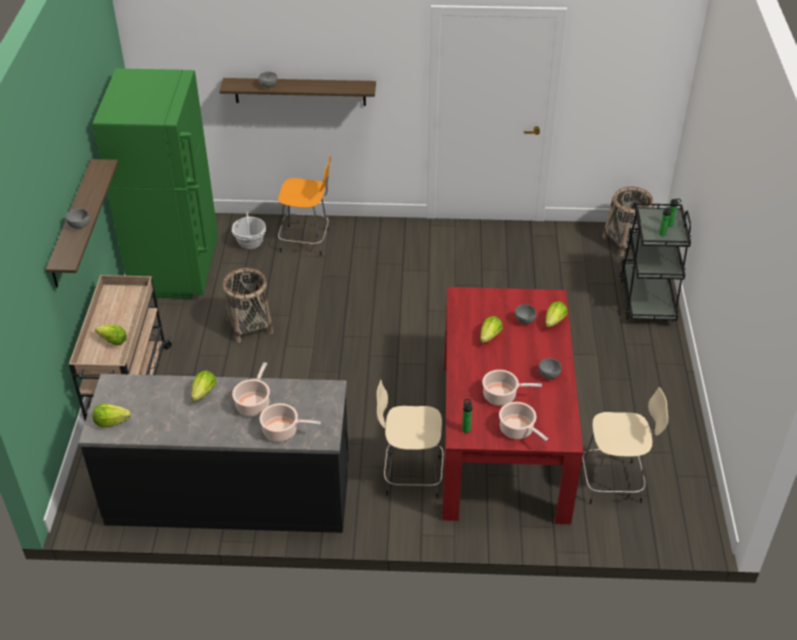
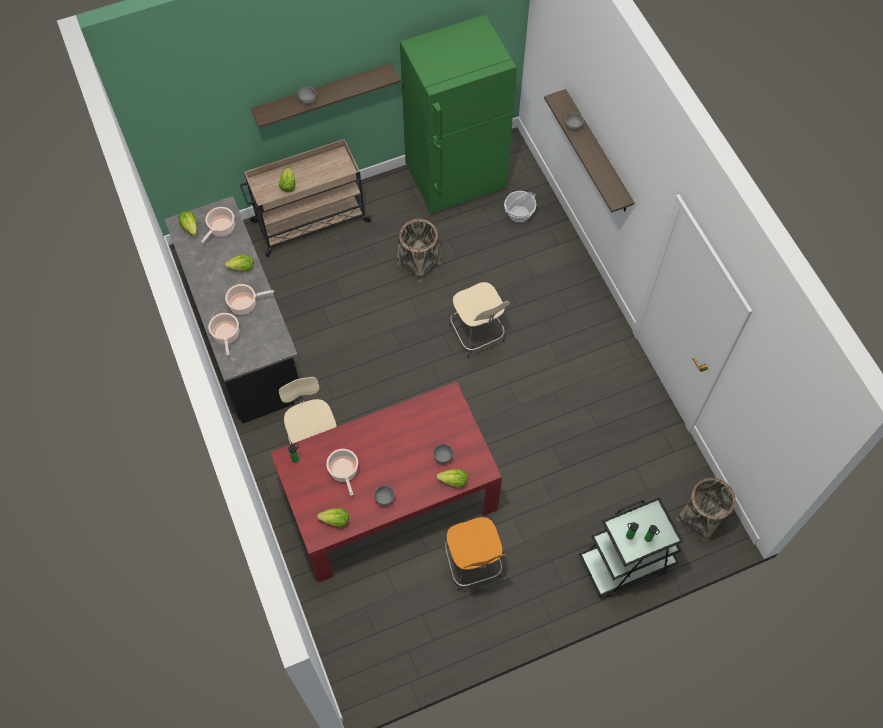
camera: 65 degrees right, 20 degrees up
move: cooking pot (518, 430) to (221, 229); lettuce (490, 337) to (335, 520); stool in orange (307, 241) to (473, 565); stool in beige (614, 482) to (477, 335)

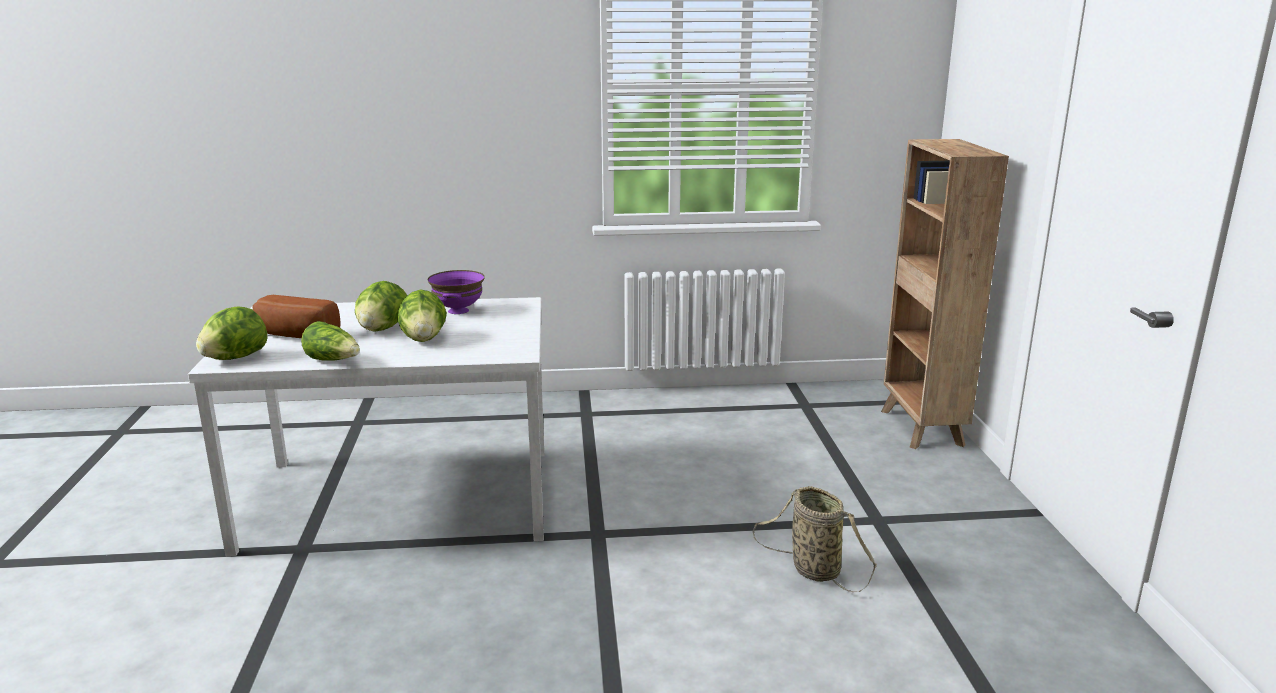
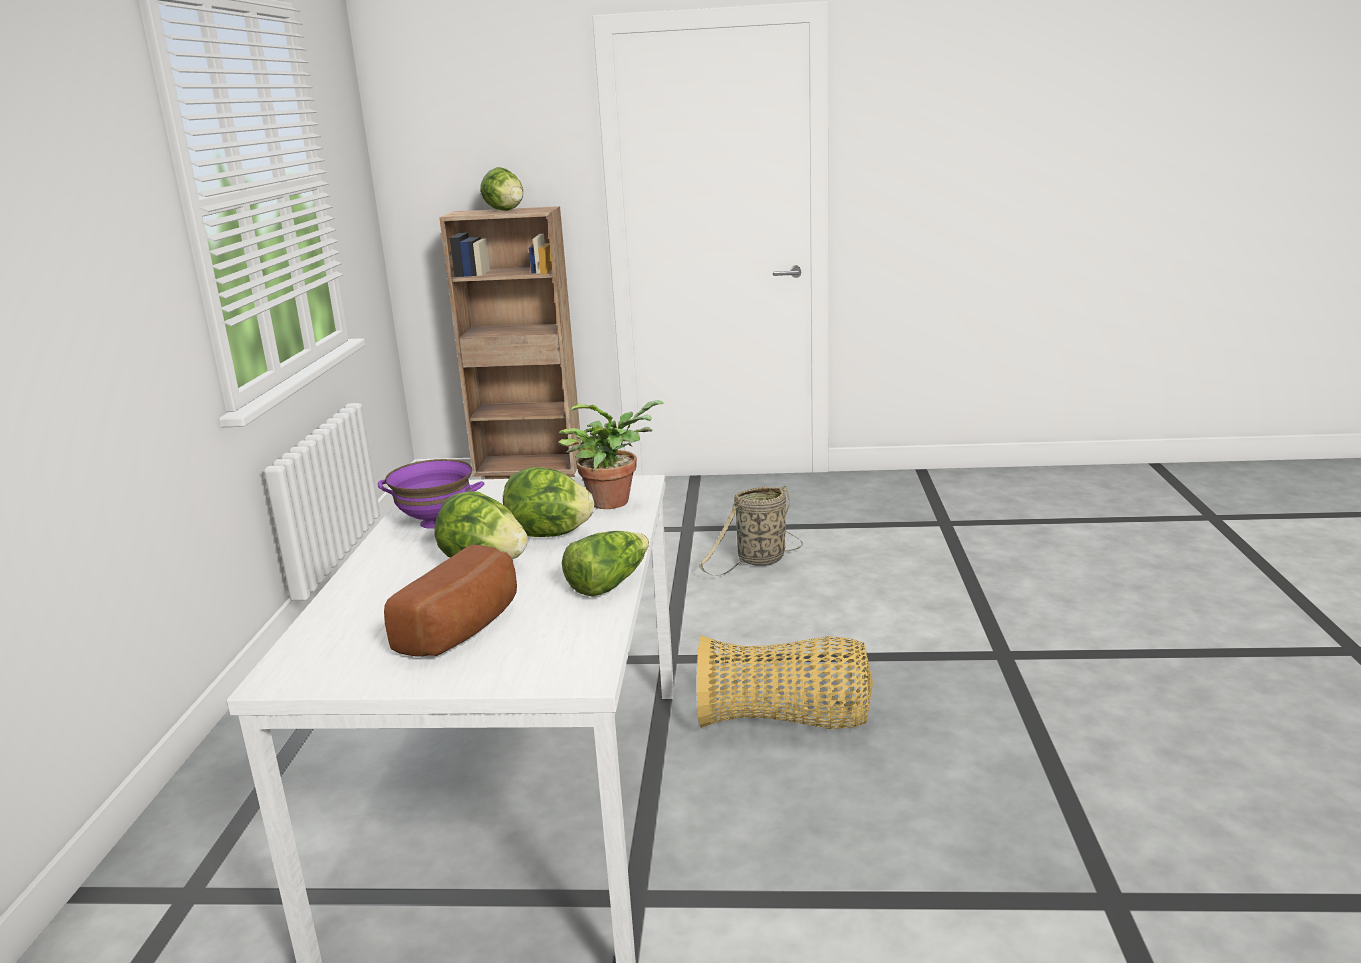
camera: 80 degrees left, 0 degrees up
insert: potted plant (614, 500); basket (785, 721)
move: lettuce (235, 358) to (505, 210)

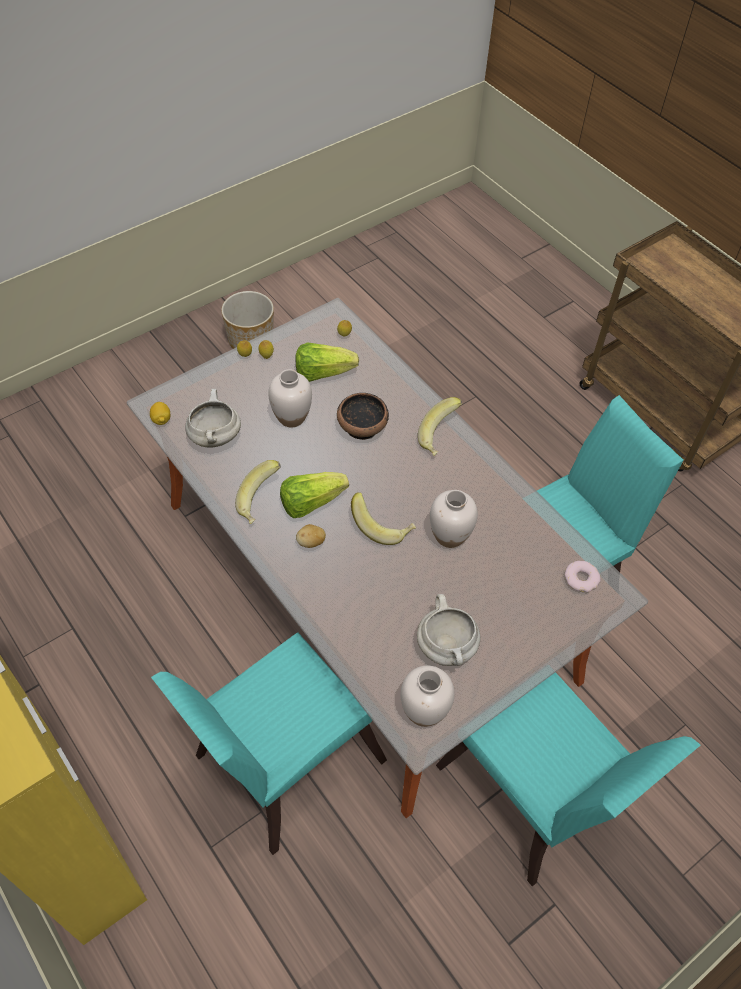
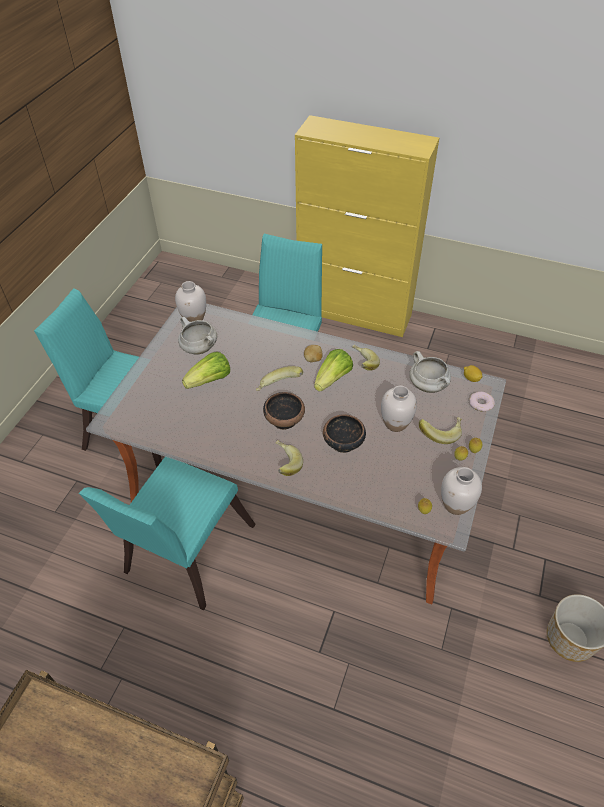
camera: 150 degrees right, 5 degrees down
insert: bowl (284, 419); banana (440, 433)
move: lettuce (322, 373) to (210, 380); vase in white (449, 536) to (456, 505); donut (581, 578) to (481, 403)

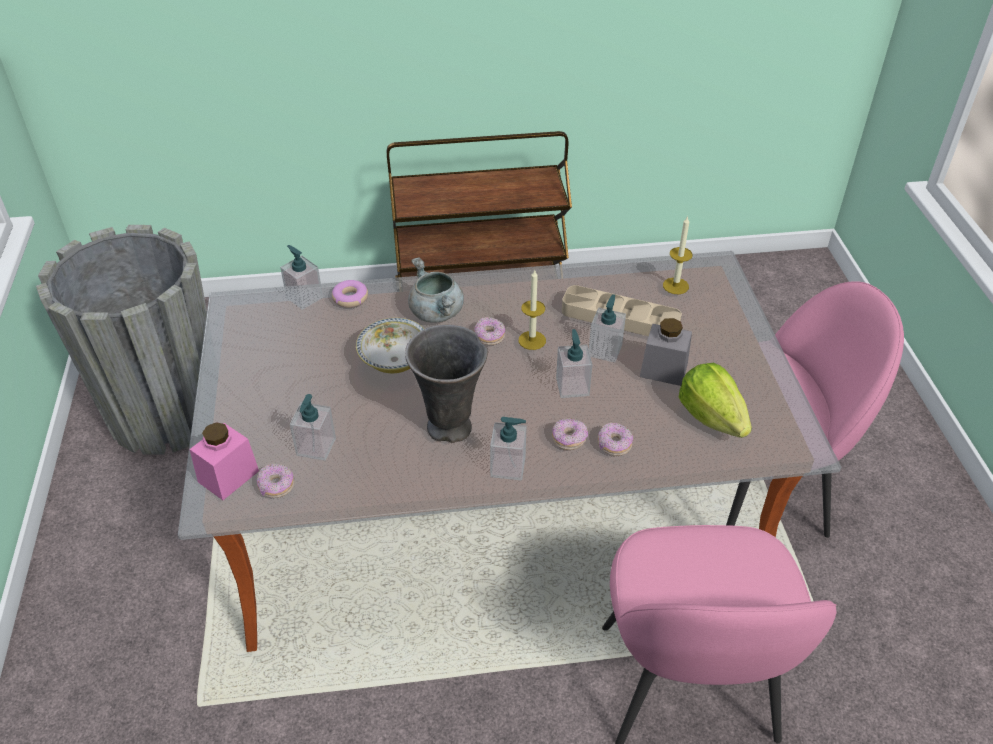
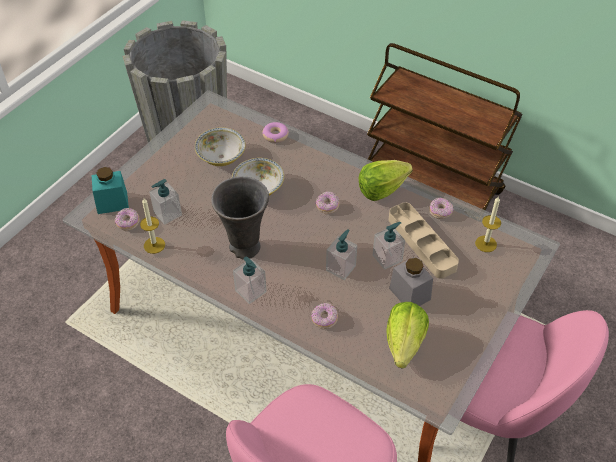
camera: 40 degrees right, 5 degrees up
delete: soap dispenser (304, 297); cooking pot in grey (437, 313)
insert: bowl (221, 157); lettuce (382, 189)
move: candle (532, 340) to (154, 245); donut (569, 439) to (440, 212)
recolor: jar in pink (228, 476) to jar in turquoise (112, 203)

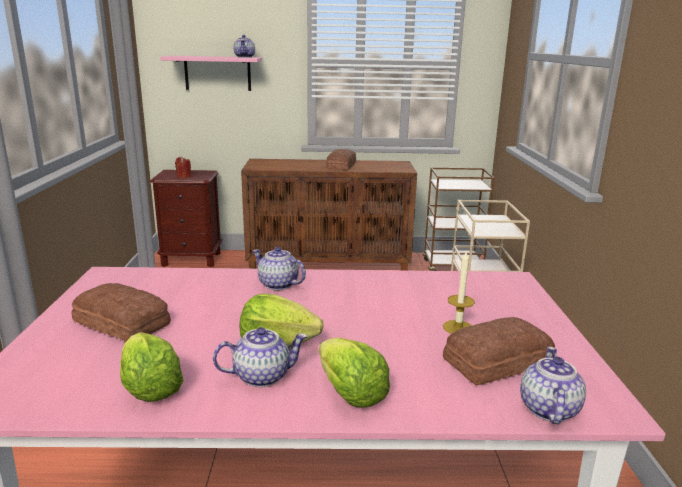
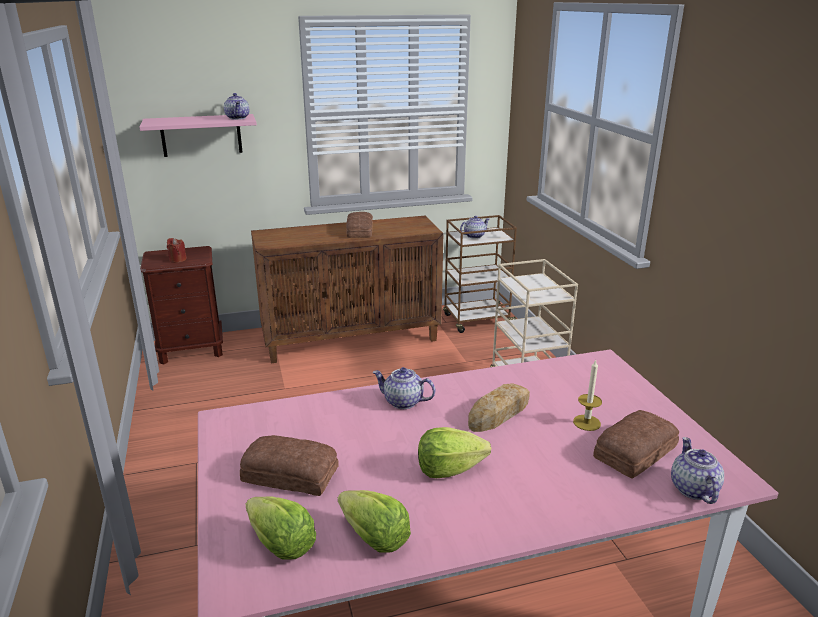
camera: 15 degrees left, 5 degrees up
insert: bread (500, 413)
move: lettuce (350, 393) to (280, 544); teapot (262, 376) to (474, 236)

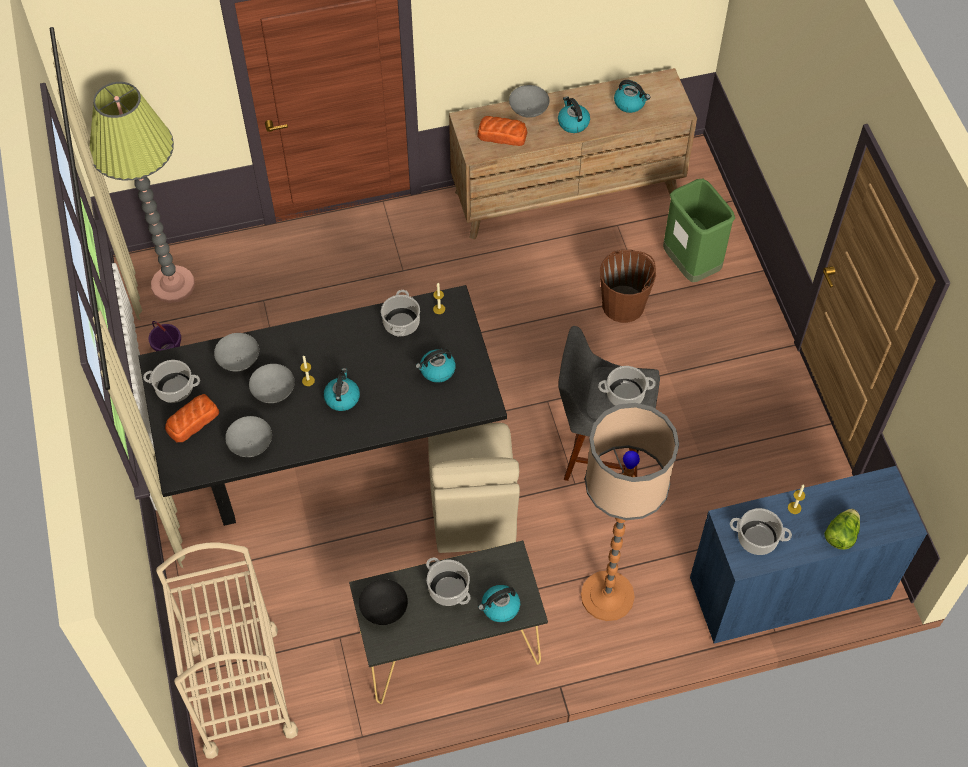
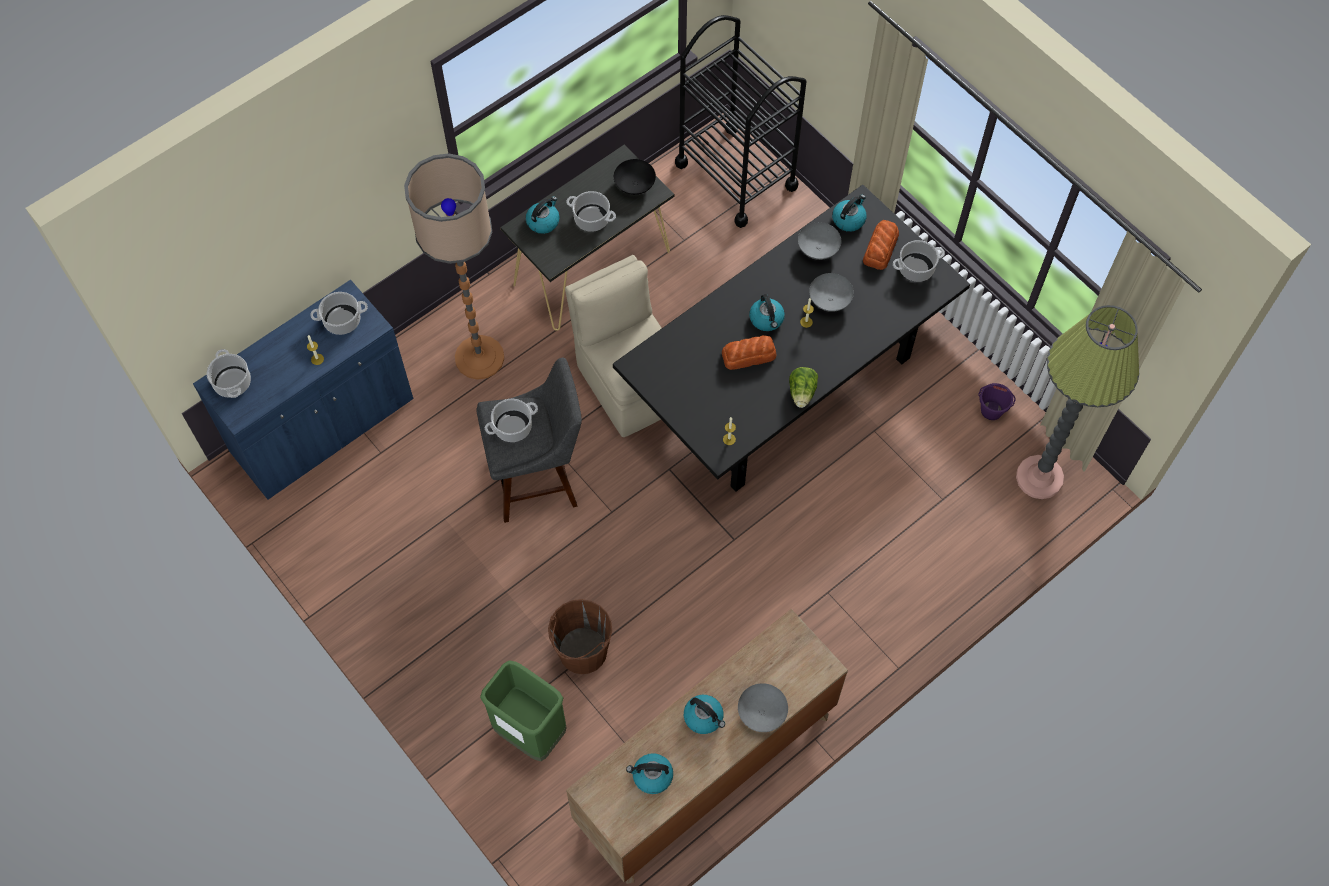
camera: 155 degrees right, 5 degrees up
delete: bowl in grey (238, 361)
move: cooking pot (401, 323) to (232, 382); bread (501, 134) to (749, 355); lettuce (841, 535) to (802, 393); kettle (437, 370) to (848, 219)
recolor: cart in beige (241, 690) to cart in black (736, 175)

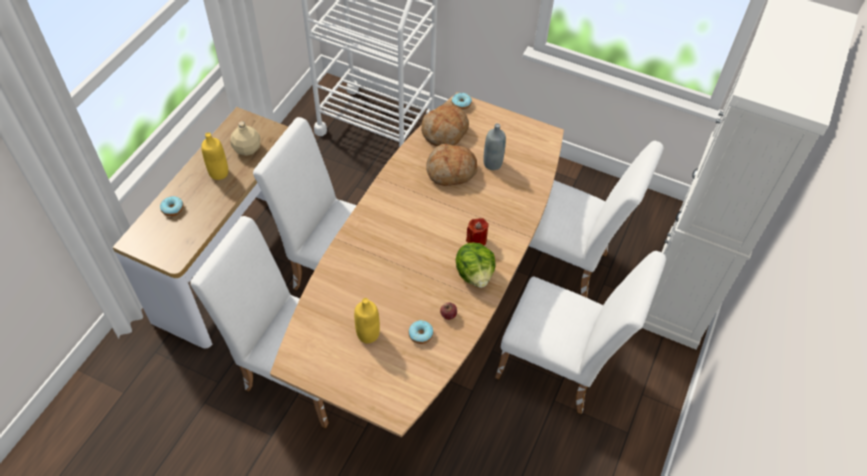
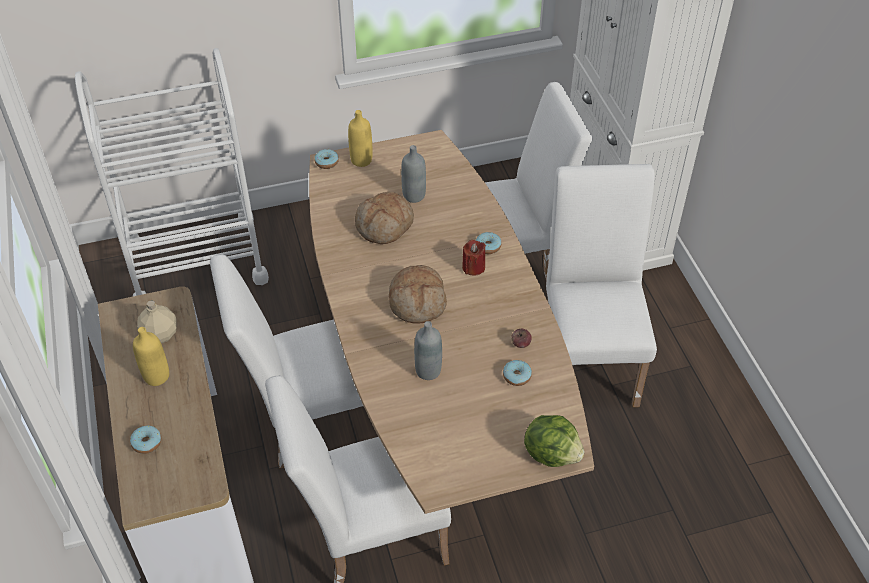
camera: 40 degrees left, 5 degrees down
insert: bottle in grey (428, 371); donut (488, 246)
move: bottle in yellow (368, 334) to (361, 160); bread (445, 132) to (417, 301); lettuce (475, 274) to (551, 453)
rotate: chair in white (559, 370) = (589, 357) 75 degrees counterclockwise

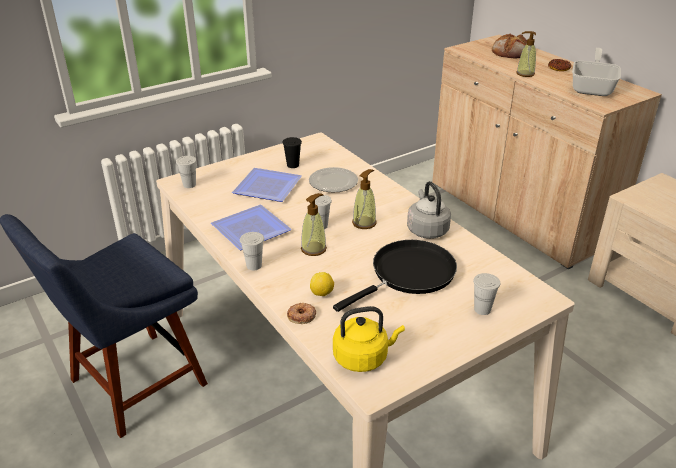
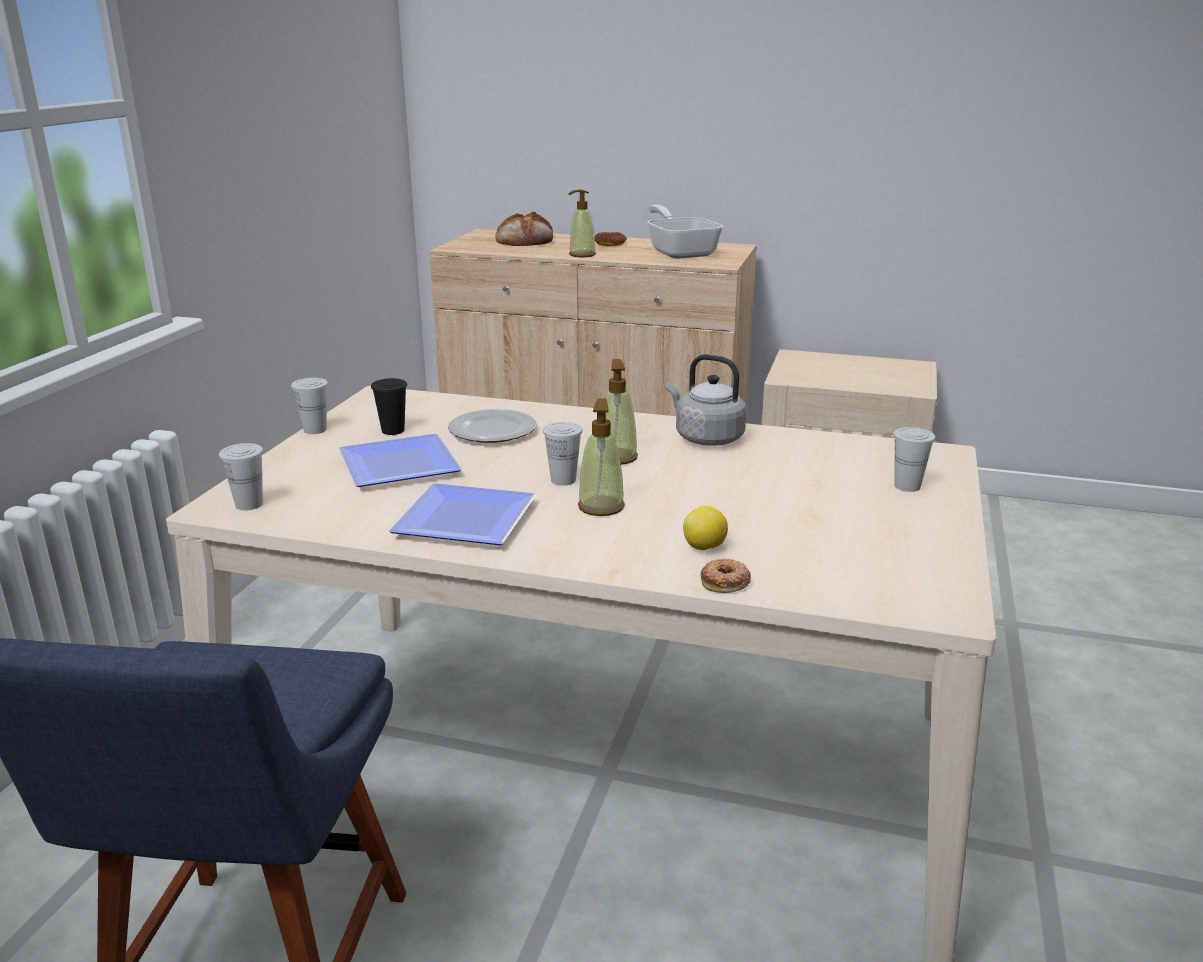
camera: 40 degrees left, 10 degrees down
delete: frying pan in black (409, 274); kettle in yellow (363, 357)
move: cup in white (254, 265) to (315, 430)

